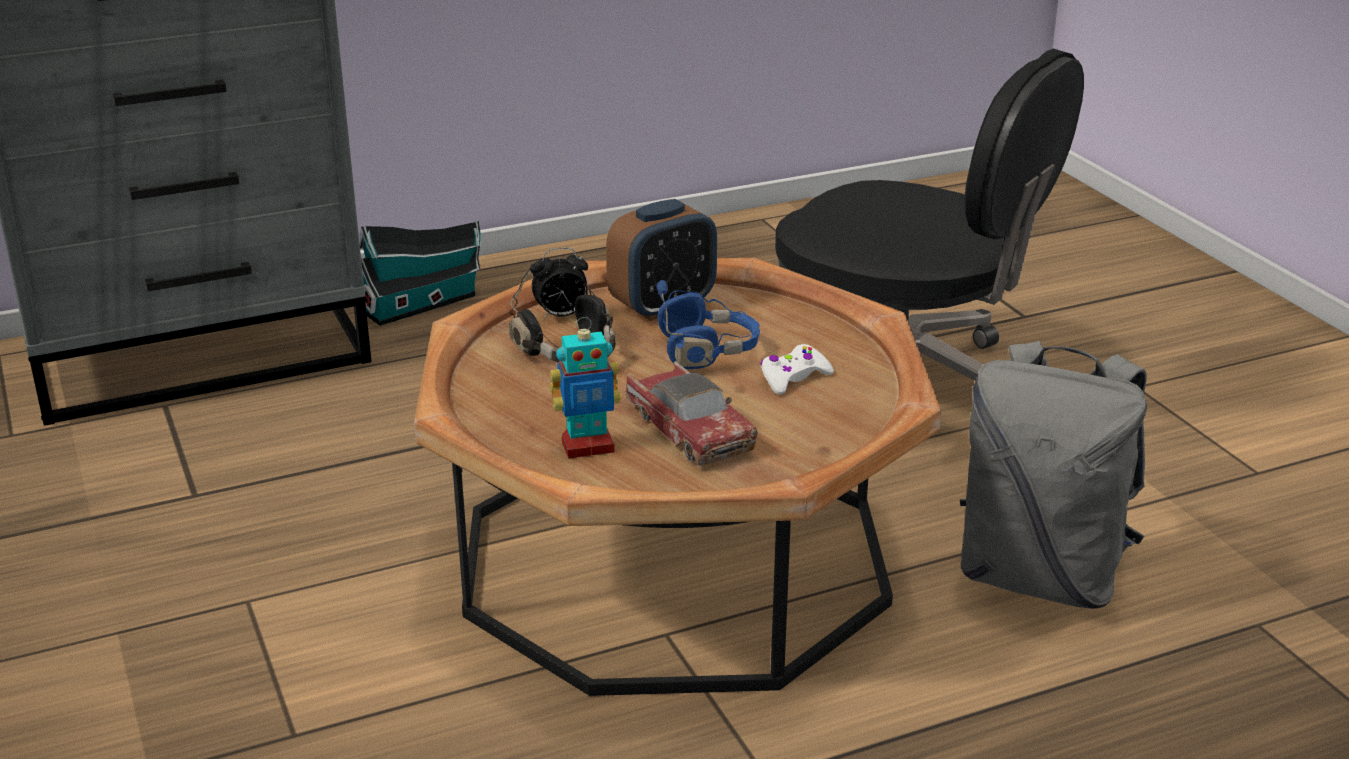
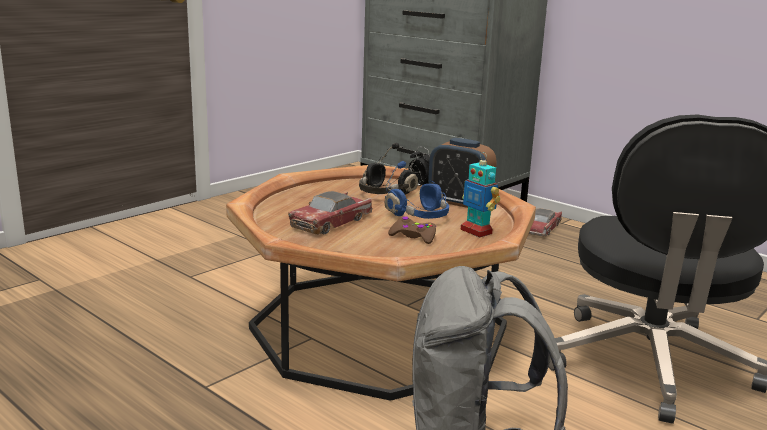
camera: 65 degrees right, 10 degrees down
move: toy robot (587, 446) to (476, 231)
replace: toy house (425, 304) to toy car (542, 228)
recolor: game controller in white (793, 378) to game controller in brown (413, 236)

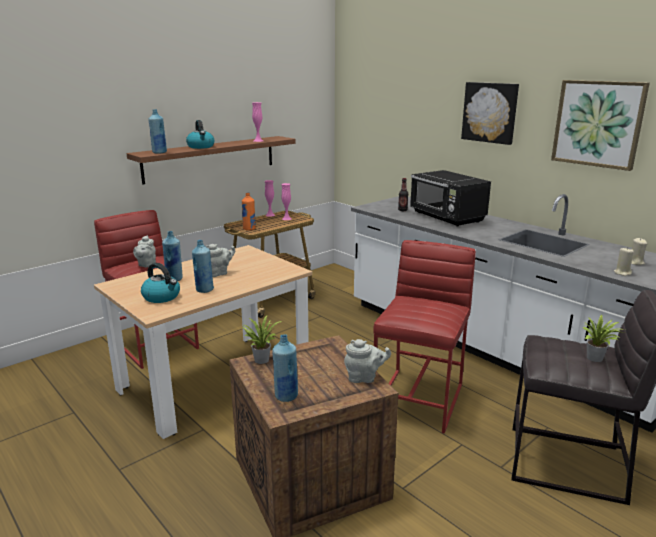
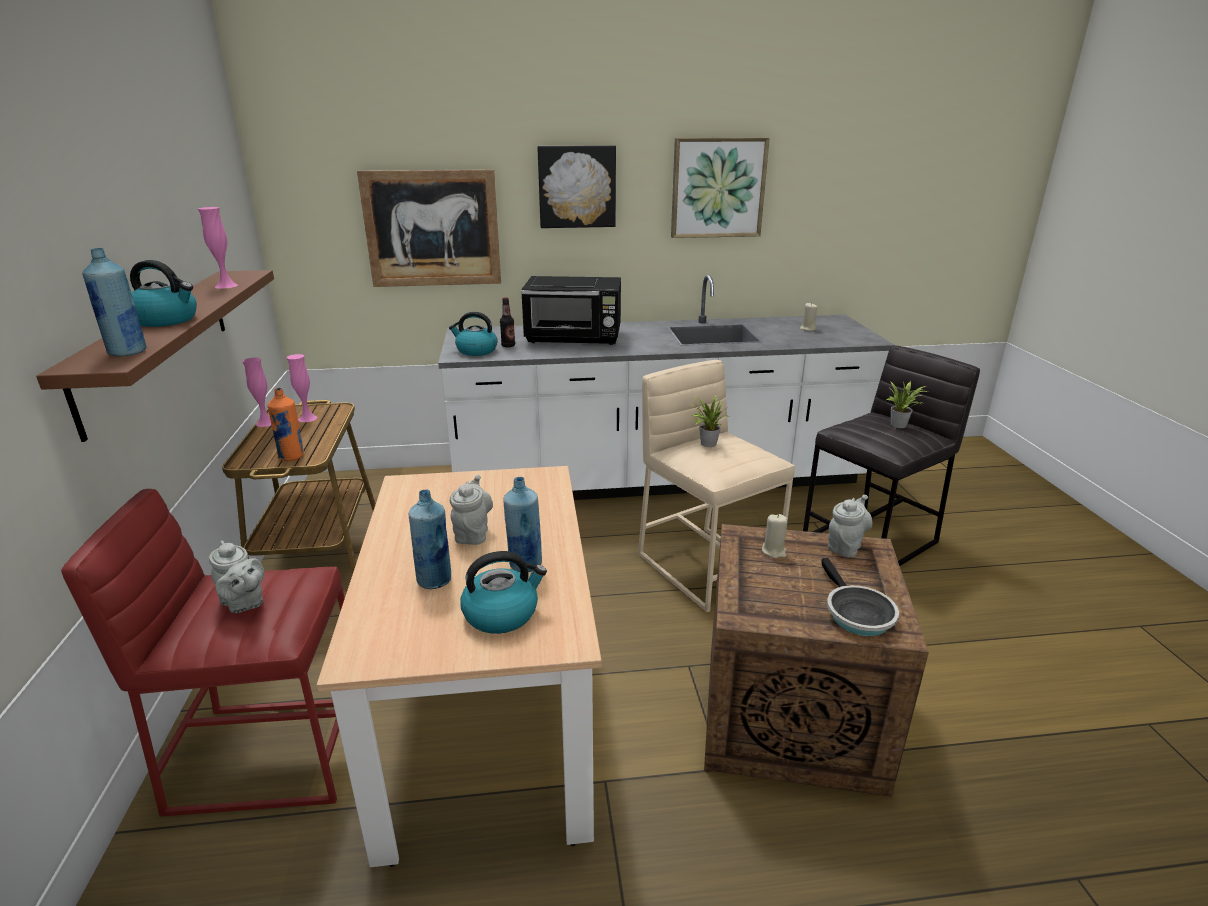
camera: 55 degrees left, 5 degrees up
insert: picture (432, 229); kettle (476, 351)
move: potted plant (261, 359) to (706, 443); candle in beige (622, 273) to (774, 551)
replace: bottle in blue (286, 396) to frying pan (856, 613)
recolor: stool in red (420, 399) to stool in beige (707, 566)

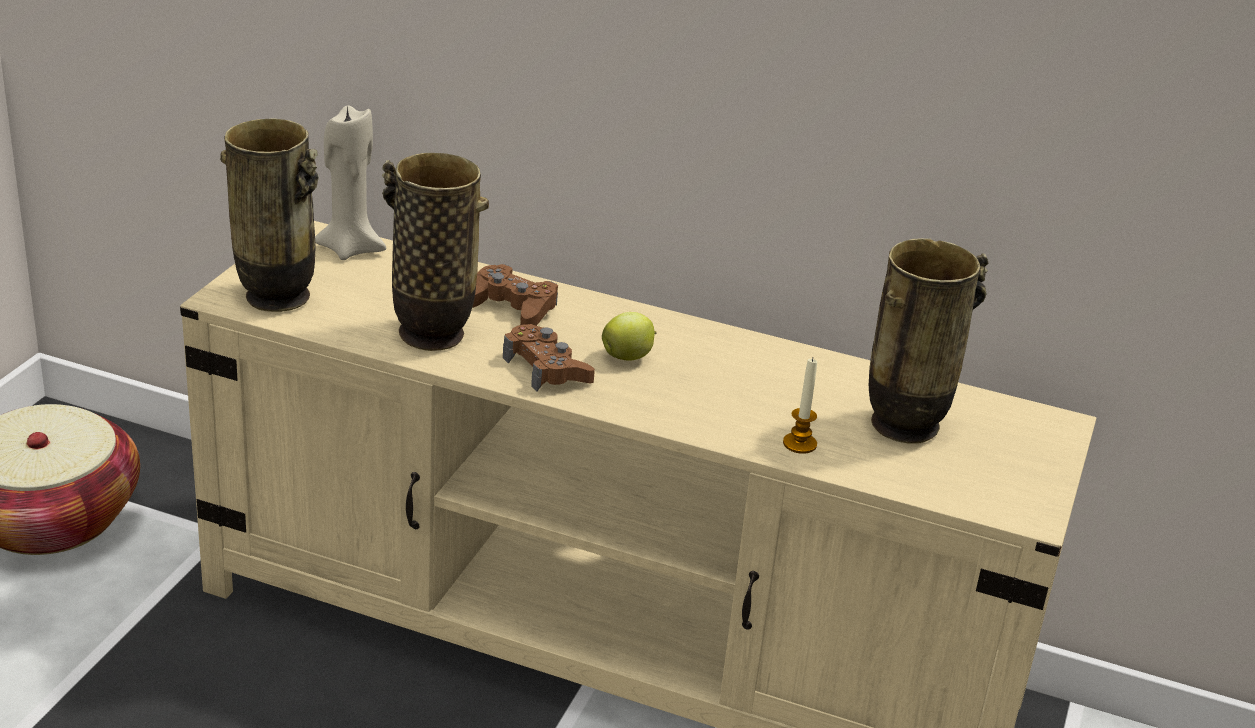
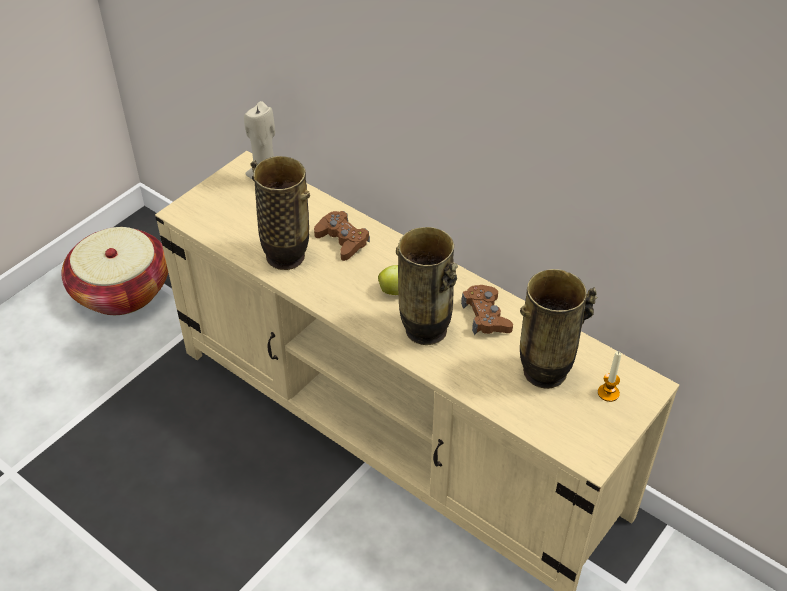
camera: 20 degrees right, 15 degrees up
move: vase (277, 298) to (425, 331); game controller in brown (547, 369) to (486, 316); candle (799, 444) to (608, 393)

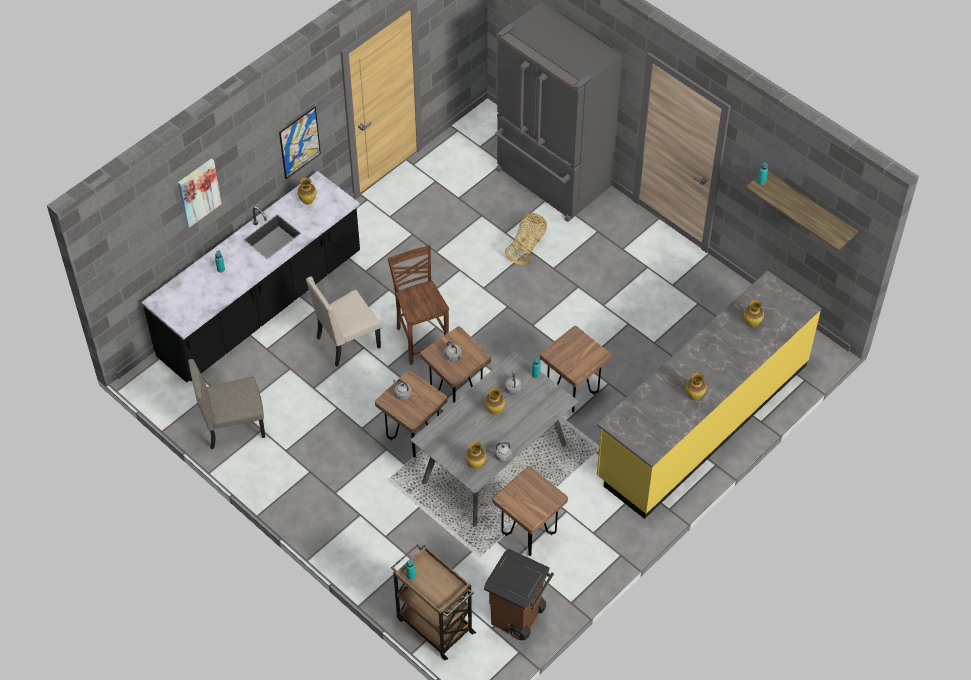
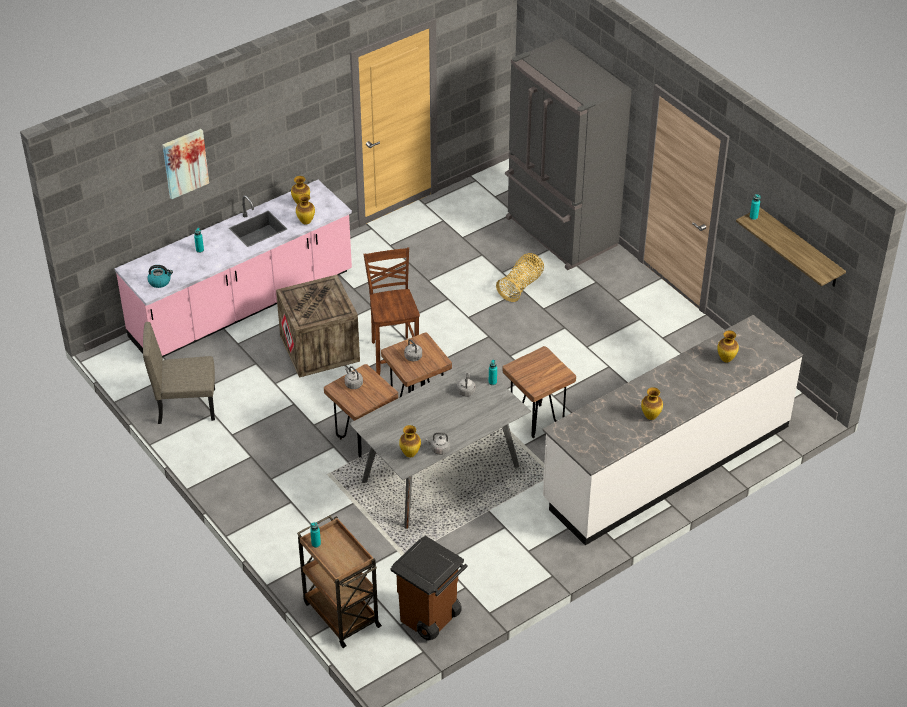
camera: 10 degrees right, 10 degrees down
delete: picture (299, 142); stool in brown (528, 534)
insert: kettle (160, 281)
move: vase (495, 411) to (306, 222)
replace: chair in beige (346, 343) to crate (318, 348)
recolor: counter in black (261, 306) to counter in pink (242, 306); counter in yellow (702, 420) to counter in white (666, 463)

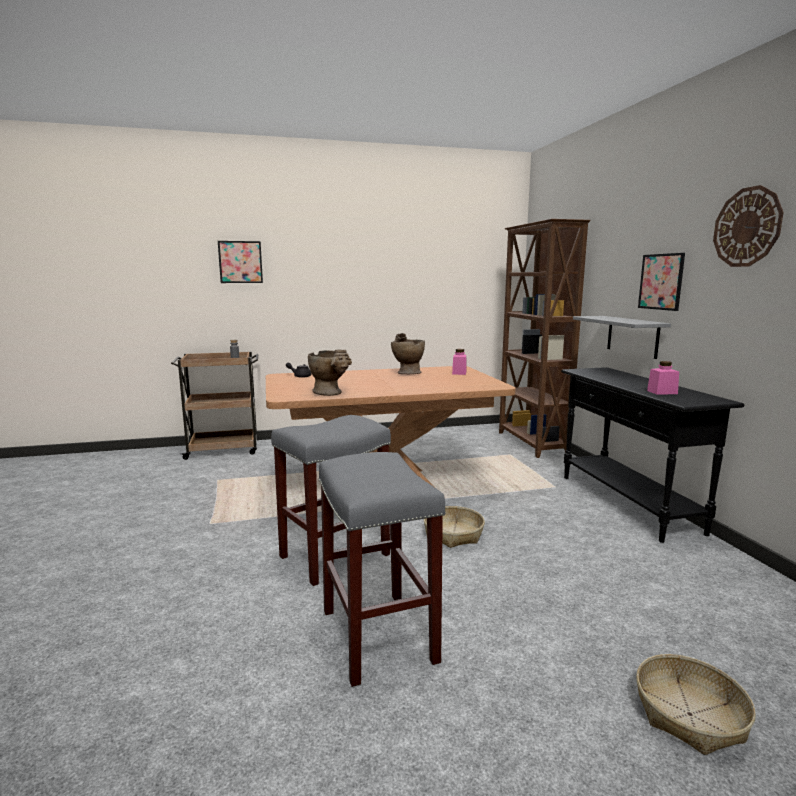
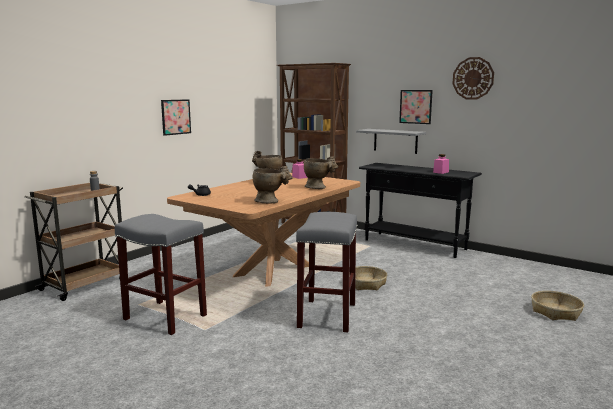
camera: 40 degrees left, 0 degrees up
insert: vase in beige (319, 187)
move: stool in grey (376, 634) to (164, 317); picture (240, 262) to (176, 117)

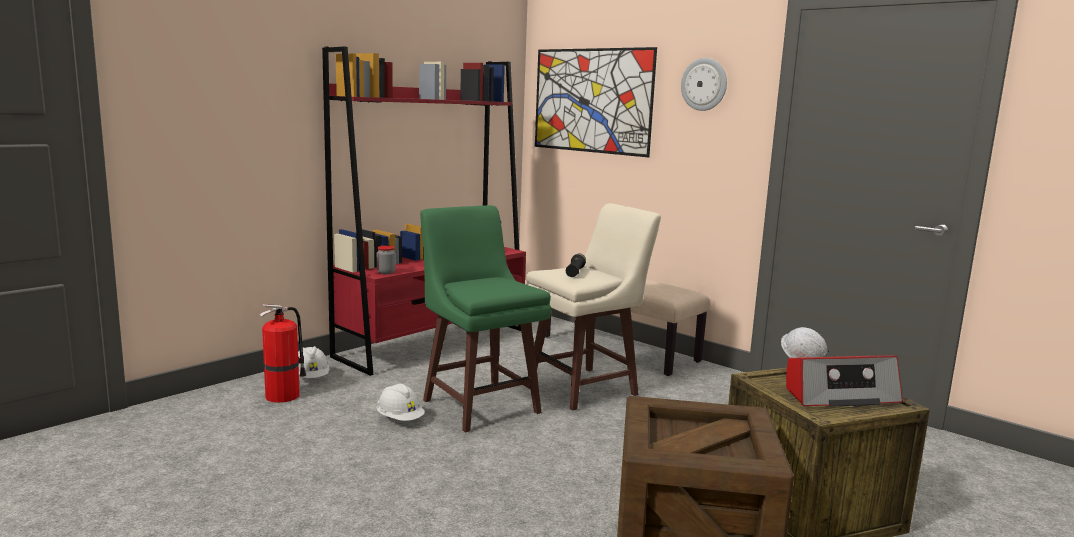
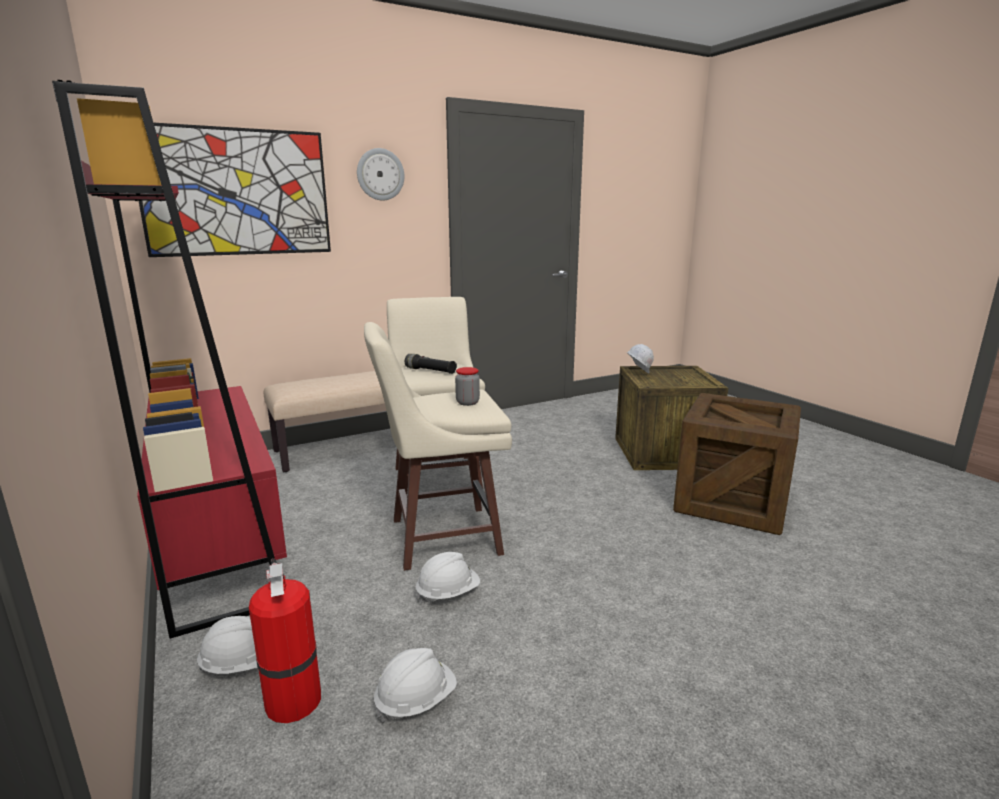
camera: 70 degrees left, 5 degrees up
delete: radio (839, 395)
insert: hard hat in white (416, 700)
move: jar (386, 272) to (467, 402)
recolor: stool in green (480, 405) to stool in beige (441, 537)

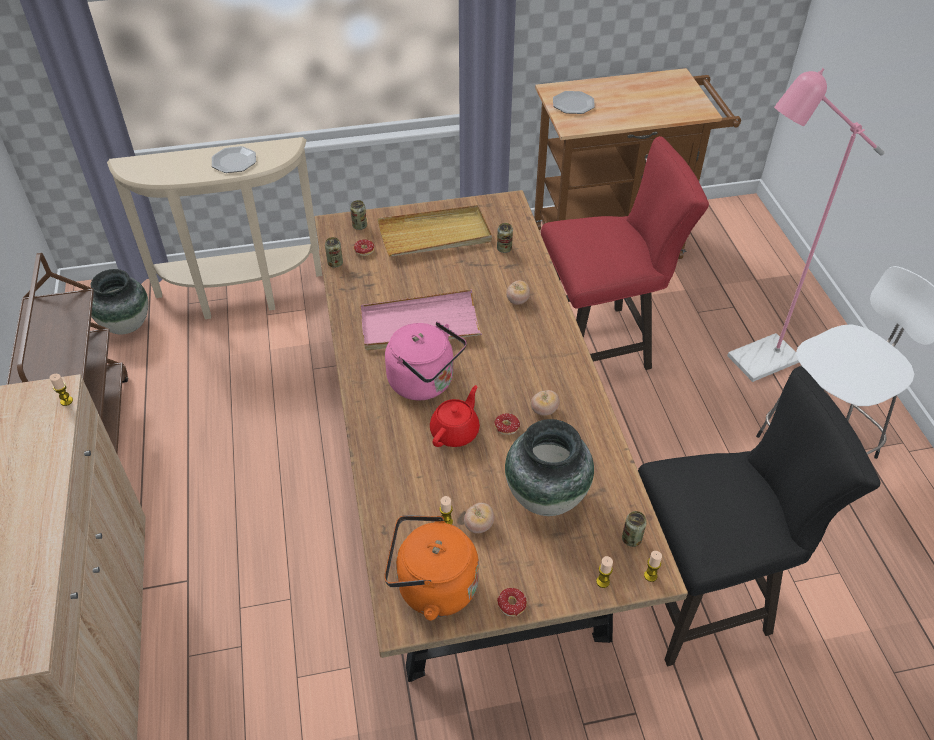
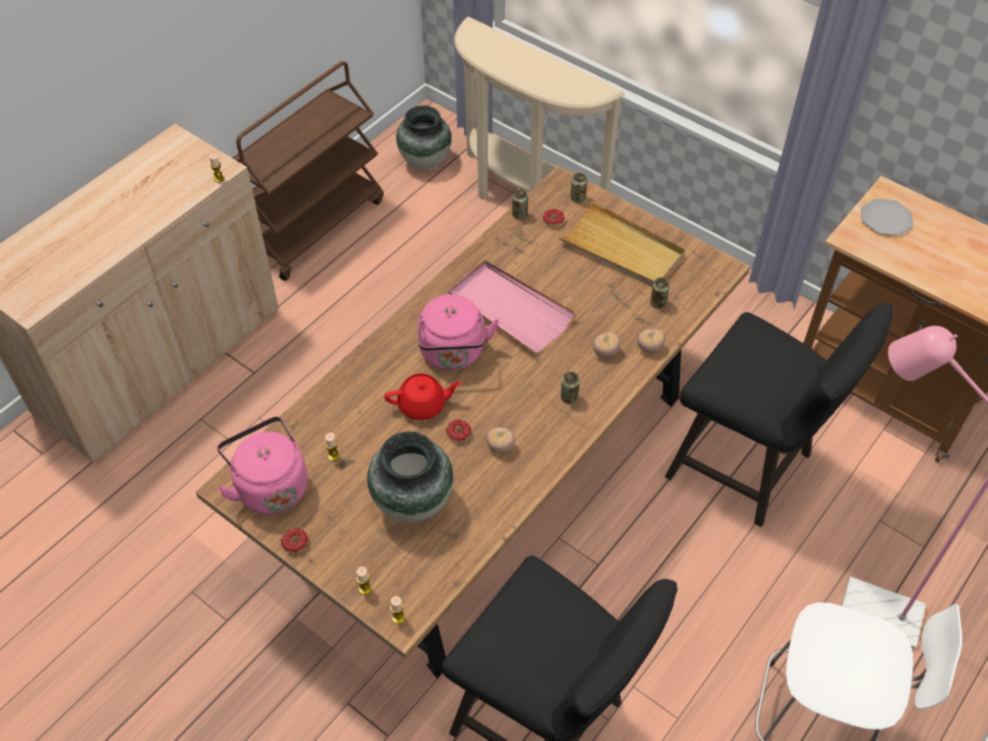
camera: 50 degrees right, 5 degrees up
delete: plate (233, 161)
move: can (631, 539) to (569, 397); tomato (479, 525) to (649, 347)
recolor: kettle in orange (432, 587) to kettle in pink (270, 486); stool in red (602, 343) to stool in black (749, 469)

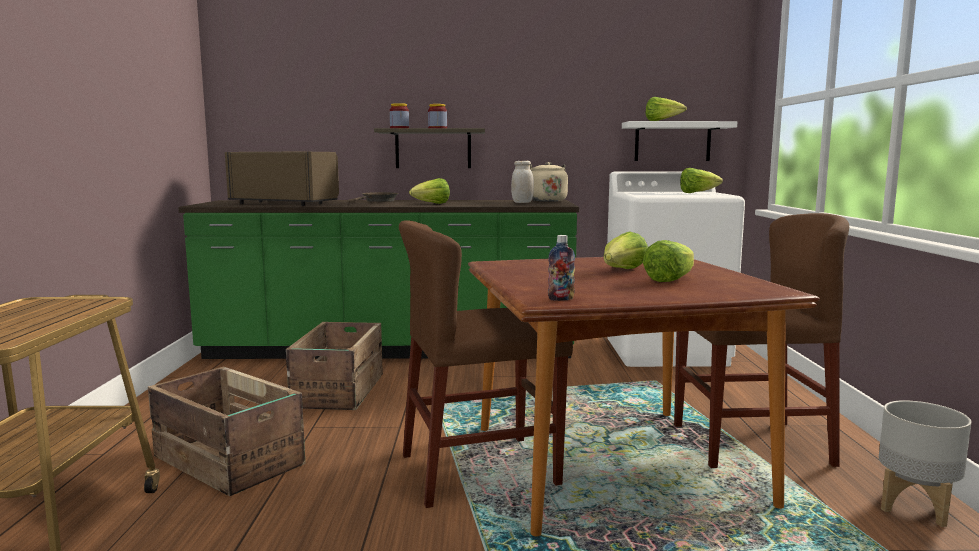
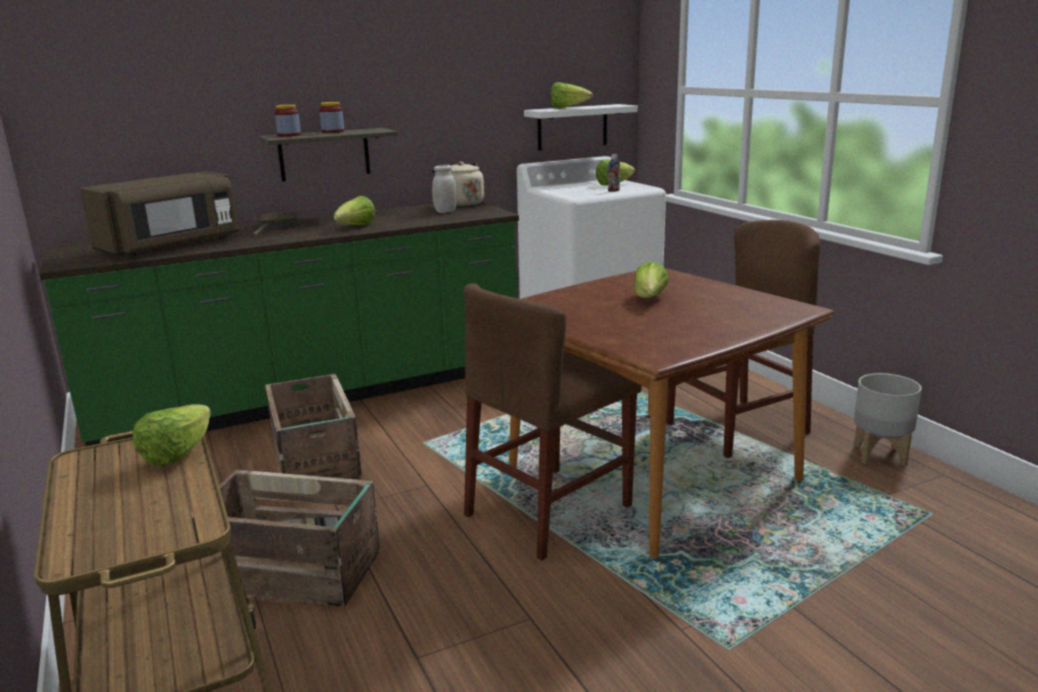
camera: 25 degrees left, 10 degrees up
move: lettuce (670, 280) to (178, 454); bottle (561, 299) to (613, 191)
rotate: microwave in brown (286, 203) = (172, 245) 135 degrees clockwise

